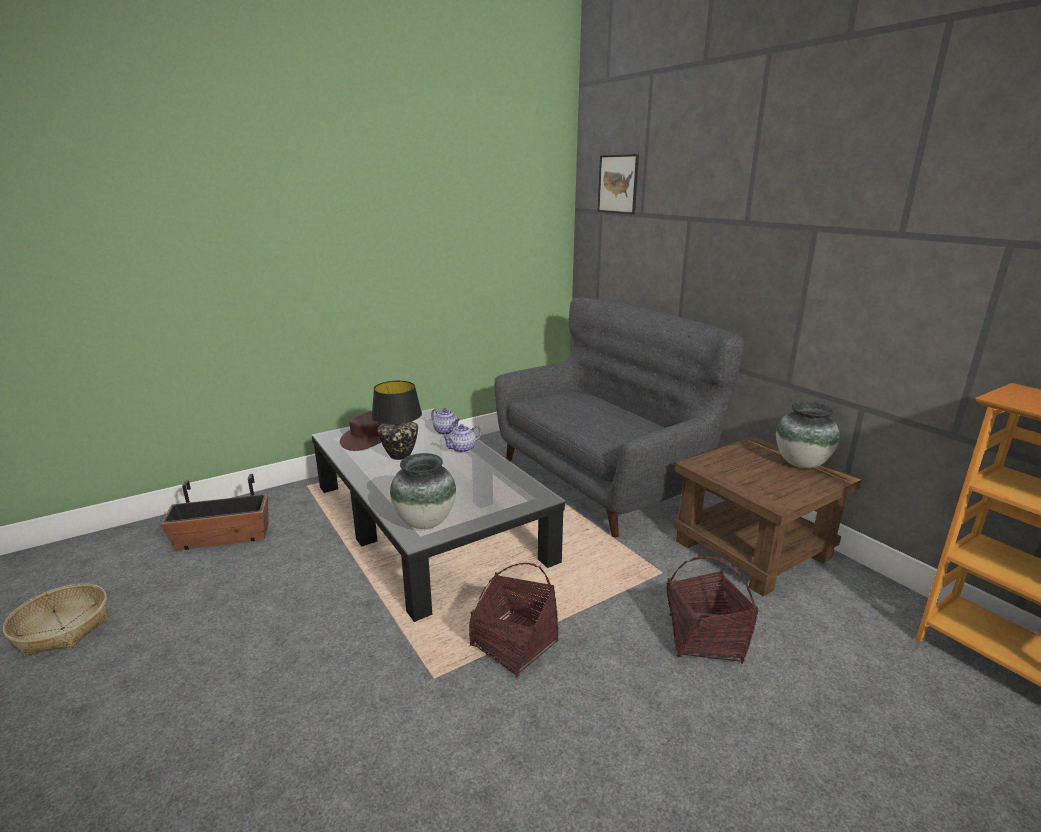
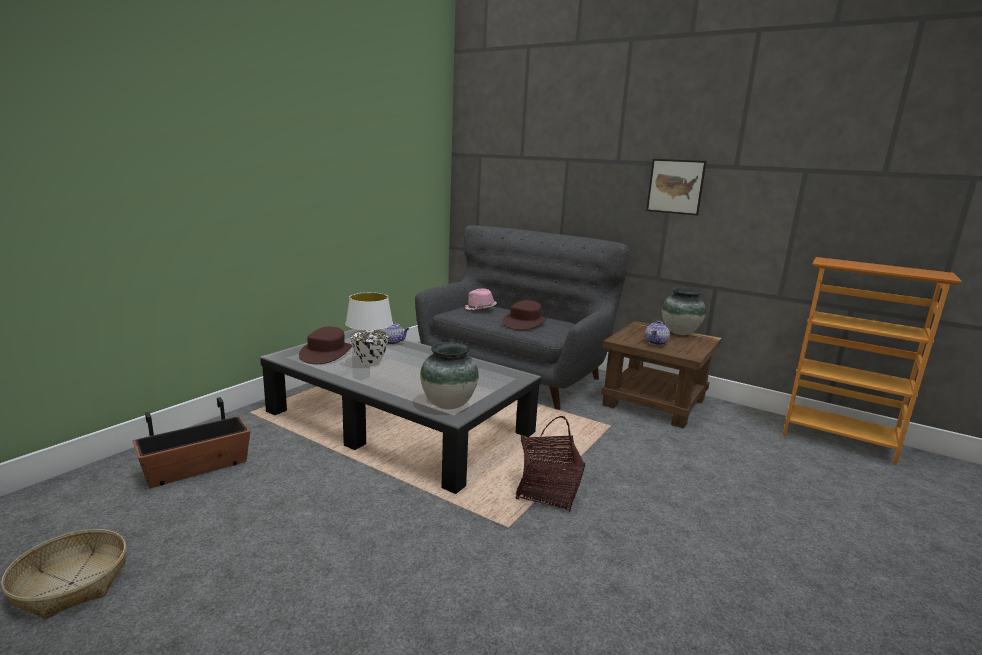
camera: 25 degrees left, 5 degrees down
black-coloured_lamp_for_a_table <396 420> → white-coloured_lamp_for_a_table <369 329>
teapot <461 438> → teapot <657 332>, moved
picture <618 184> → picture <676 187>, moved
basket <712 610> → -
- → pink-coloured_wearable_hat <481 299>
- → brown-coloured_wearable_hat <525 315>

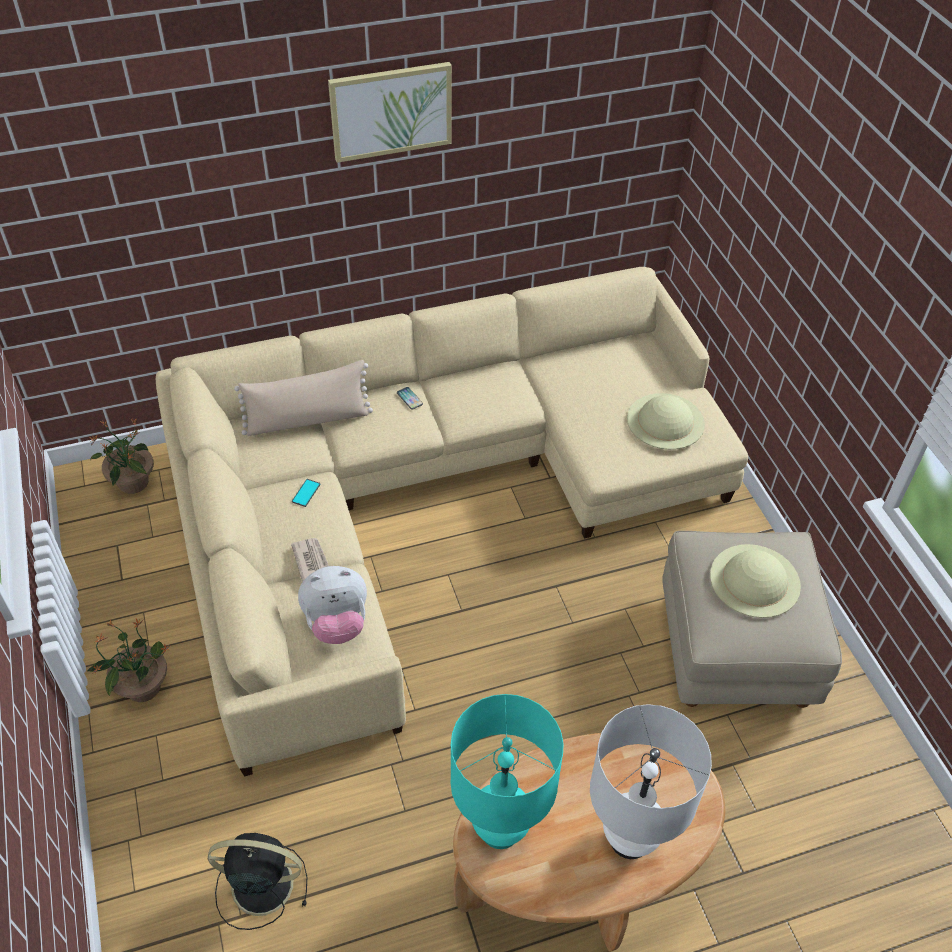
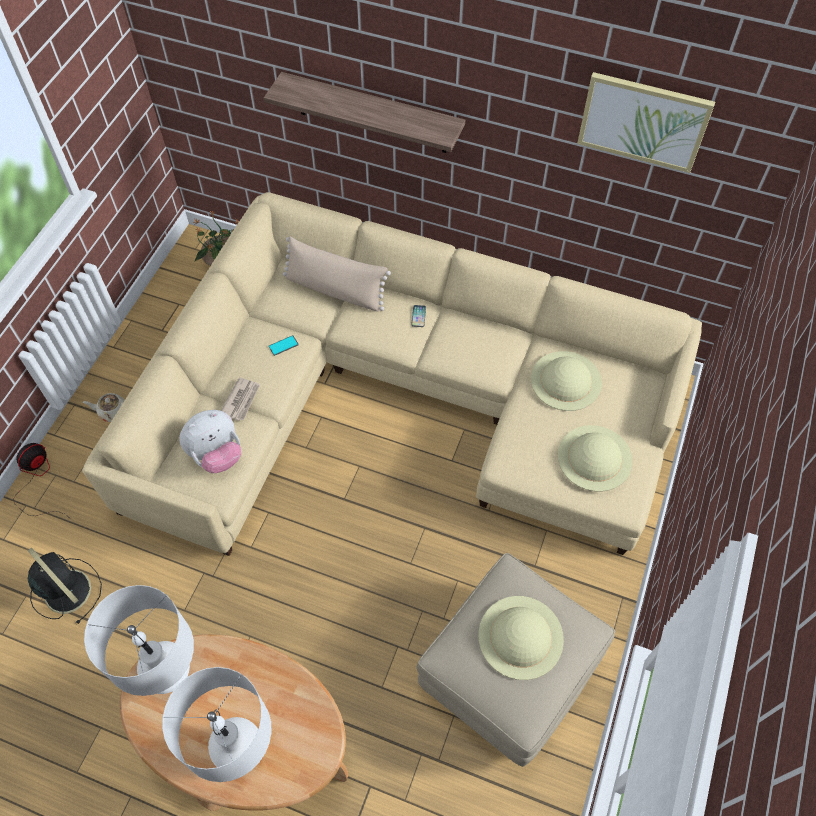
camera: 40 degrees right, 10 degrees up
potted_plant <128 660> → beige-coloured_teapot <104 407>
soft_toy <332 605> → soft_toy <210 441>, 60 degrees counterclockwise
picture <389 112> → picture <646 122>, moved
turquoise-coloured_lamp_for_a_table <507 771> → white-coloured_lamp_for_a_table <139 640>
- → cooling_fan <40 479>
- → shelf <364 112>
- → beige-coloured_wearable_hat <566 381>

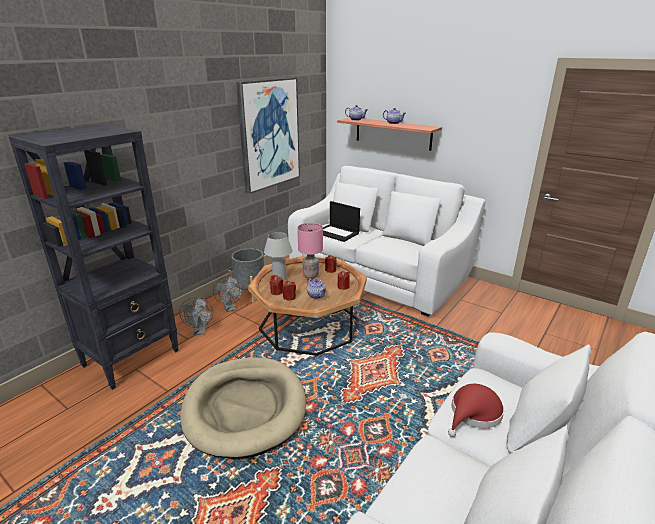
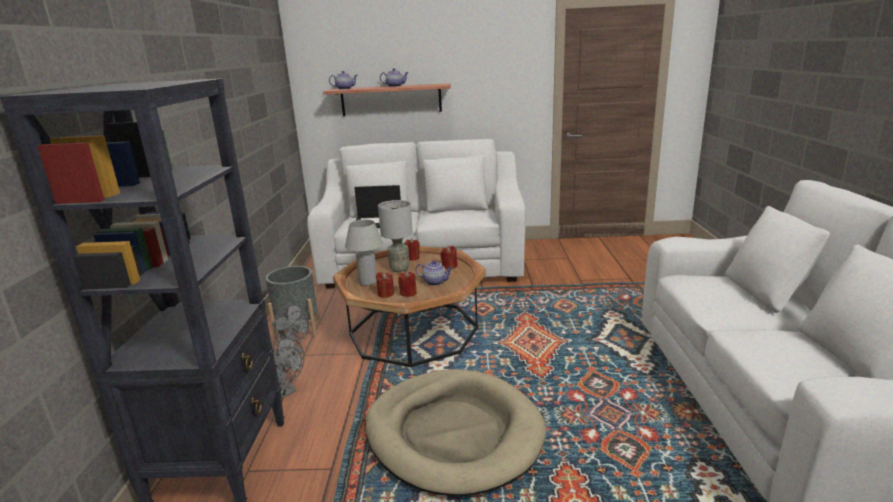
camera: 35 degrees left, 5 degrees down
picture <268 135> → -
pink-coloured_lamp_for_a_table <310 251> → greyish_lamp_for_a_table <395 236>
red_wearable_hat <476 410> → -

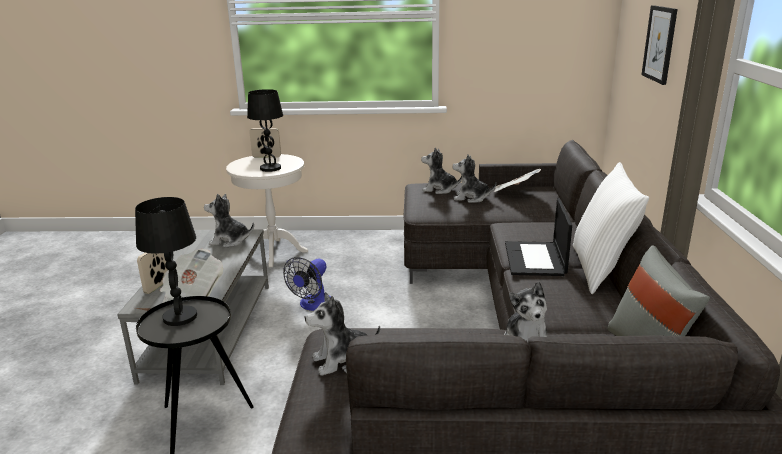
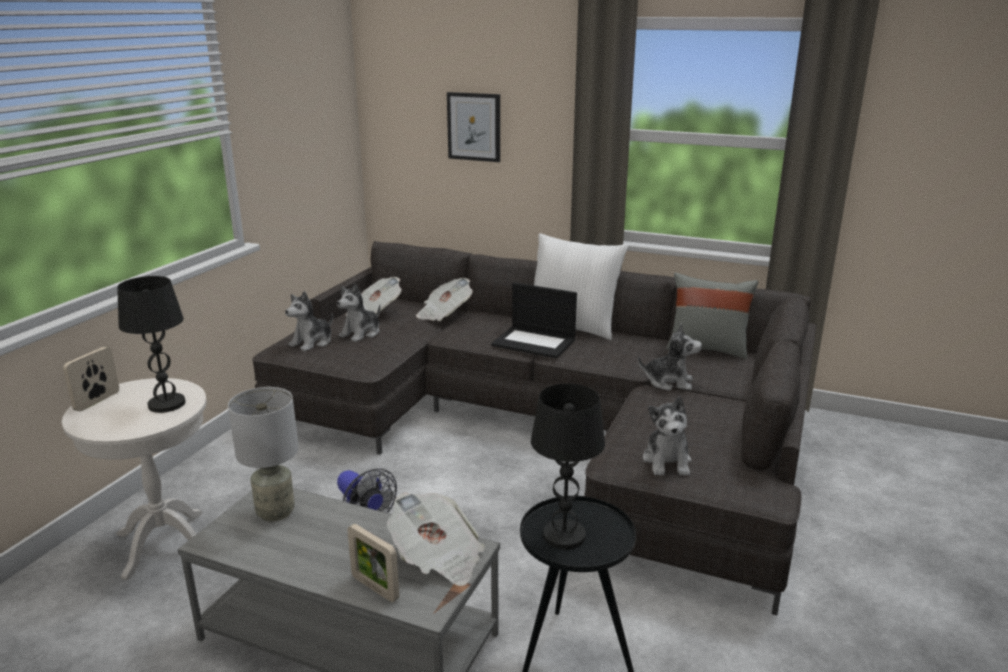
camera: 70 degrees left, 0 degrees up
soft_toy <229 221> → greyish_lamp_for_a_table <263 454>
- → printed_paper <444 299>

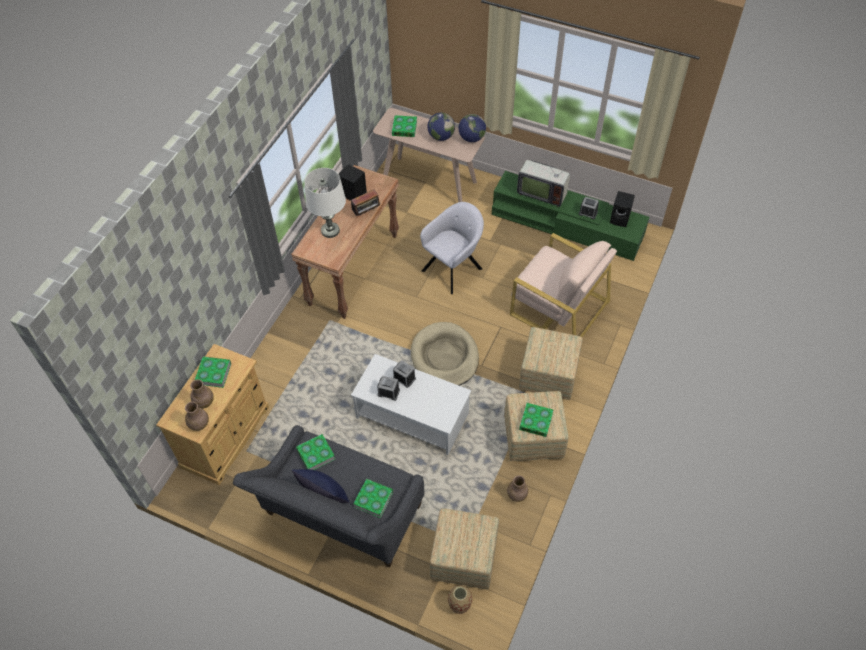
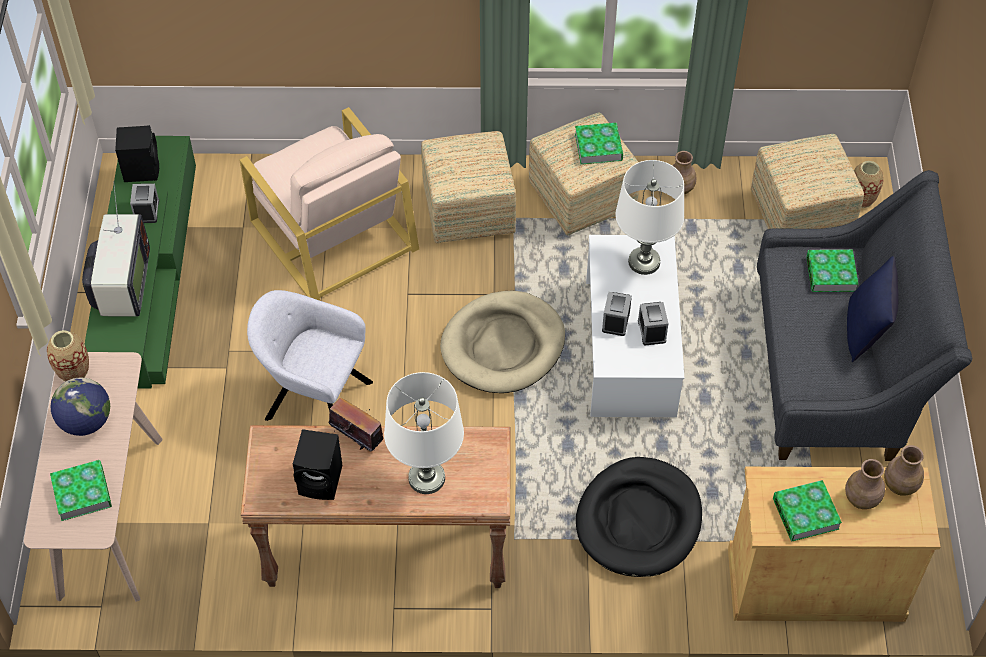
camera: 115 degrees left, 0 degrees up
book <315 452> → -
globe <472 128> → decorative_vase <68 356>
beige-coloured_easy_chair <563 285> → beige-coloured_easy_chair <329 204>, 135 degrees clockwise
- → black-coloured_dog_cushion <639 517>
- → white-coloured_lamp_for_a_table <649 217>

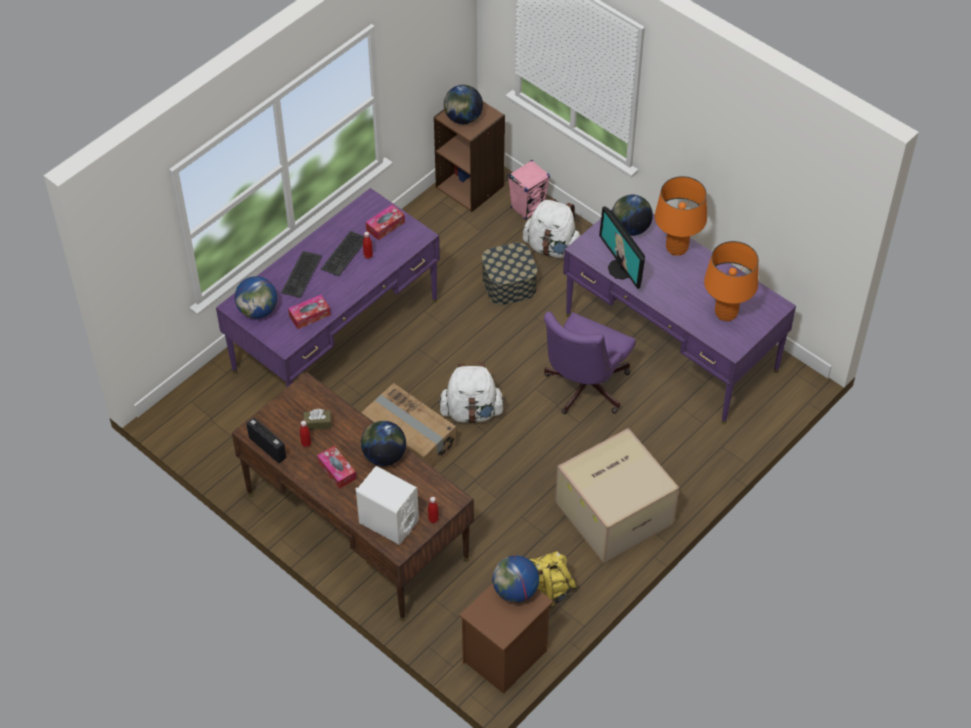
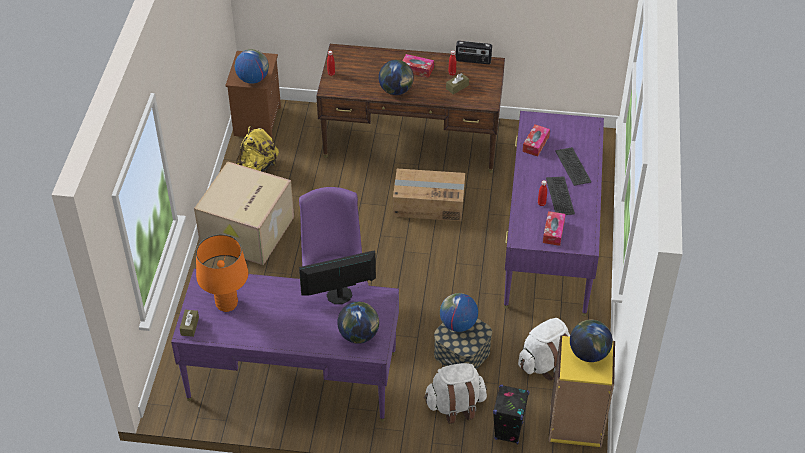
camera: 145 degrees right, 5 degrees down
globe <256 297> → globe <459 312>, moved
white-coloured_loudspeaker <387 505> → -
brown-coloured_bookcase <469 156> → yellow-coloured_bookcase <582 391>
white-coloured_knapsack <472 392> → white-coloured_knapsack <544 349>, moved
pink-coloured_loudspeaker <529 190> → black-coloured_loudspeaker <511 414>
monitor <622 247> → monitor <337 277>, 45 degrees counterclockwise
orange_lamp_for_a_table <681 216> → -
- → brown-coloured_box_of_tissues <189 323>

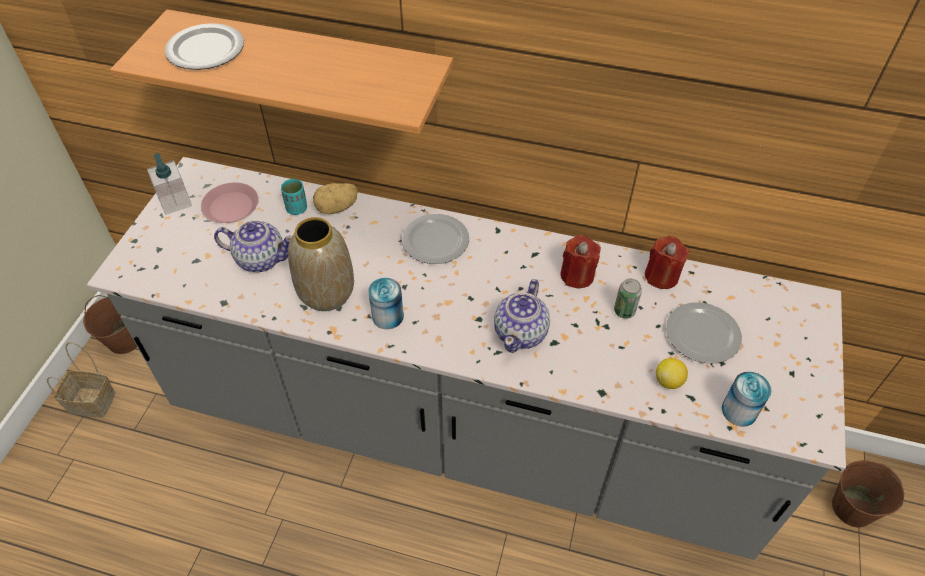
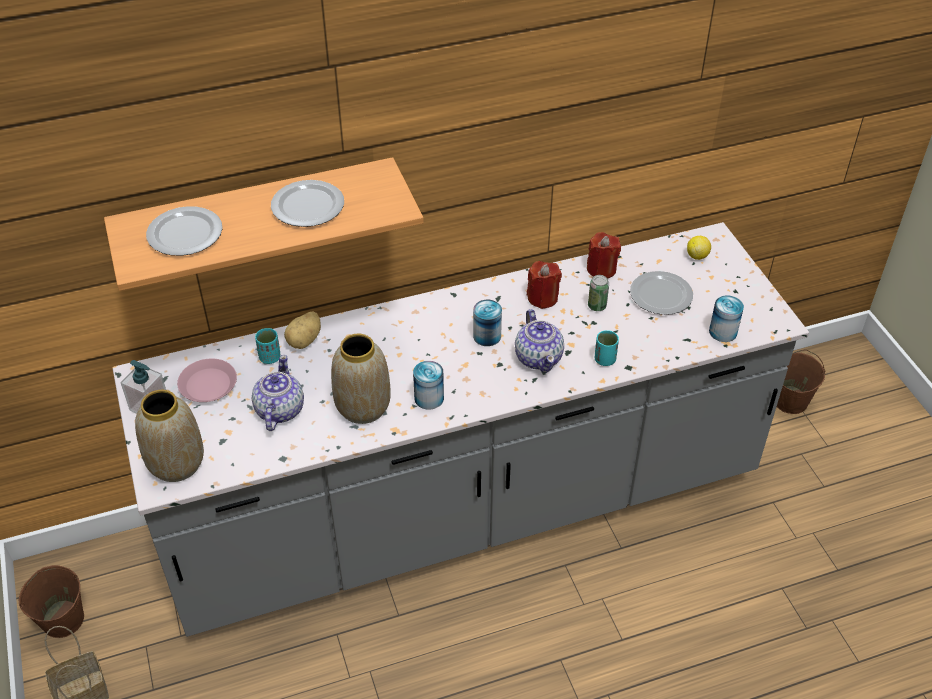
camera: 35 degrees left, 5 degrees down
teapot <253 246> → teapot <278 393>, 60 degrees counterclockwise
plate <435 239> → plate <307 203>, moved
whole_lemon <672 373> → whole_lemon <699 248>, moved
- → decorative_vase <169 436>
- → can <487 323>
- → turquoise-coloured_drinking_cup <607 348>

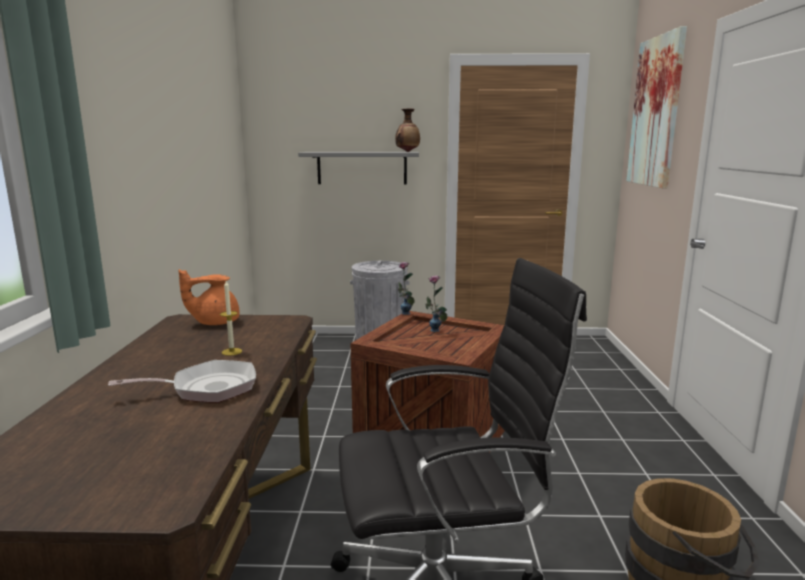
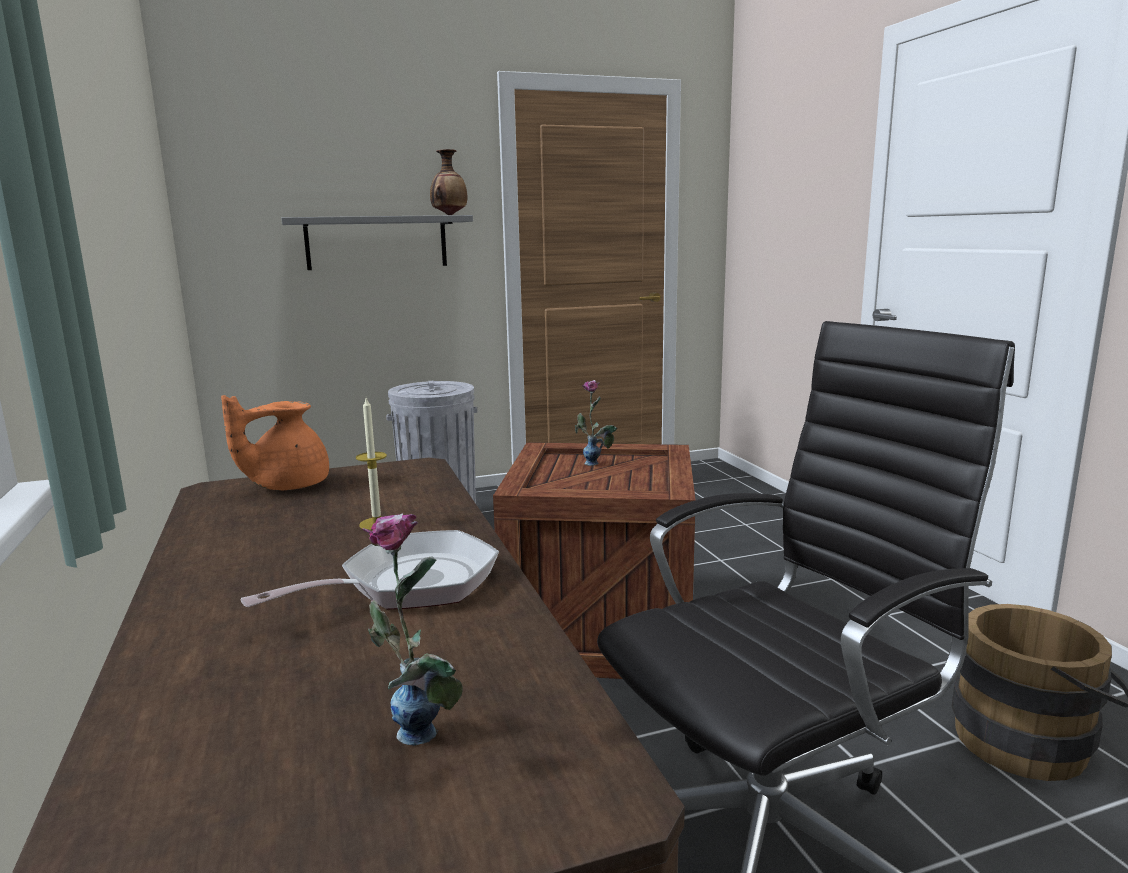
camera: 20 degrees left, 0 degrees up
decorative_vase <406 288> → decorative_vase <412 630>, moved
picture <657 107> → -

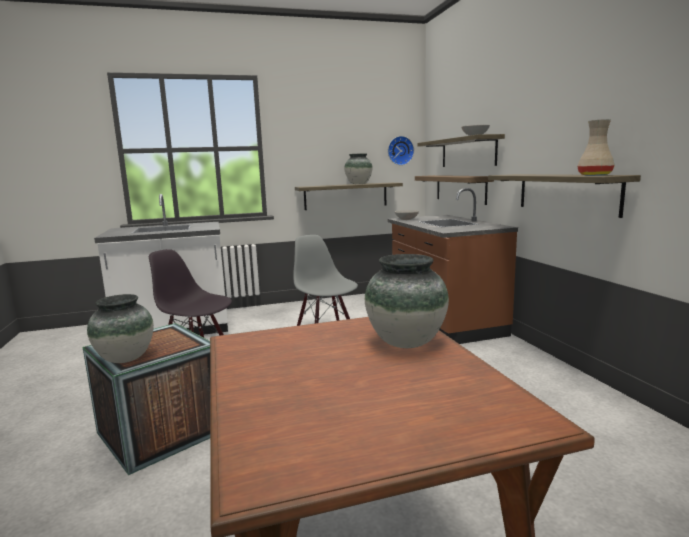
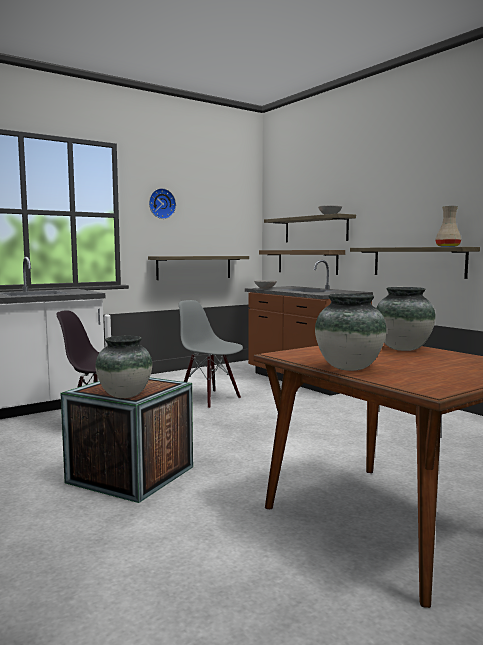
camera: 20 degrees left, 5 degrees down
decorative_vase <358 168> → decorative_vase <350 332>, moved
hanging_clock <401 150> → hanging_clock <162 203>, moved

